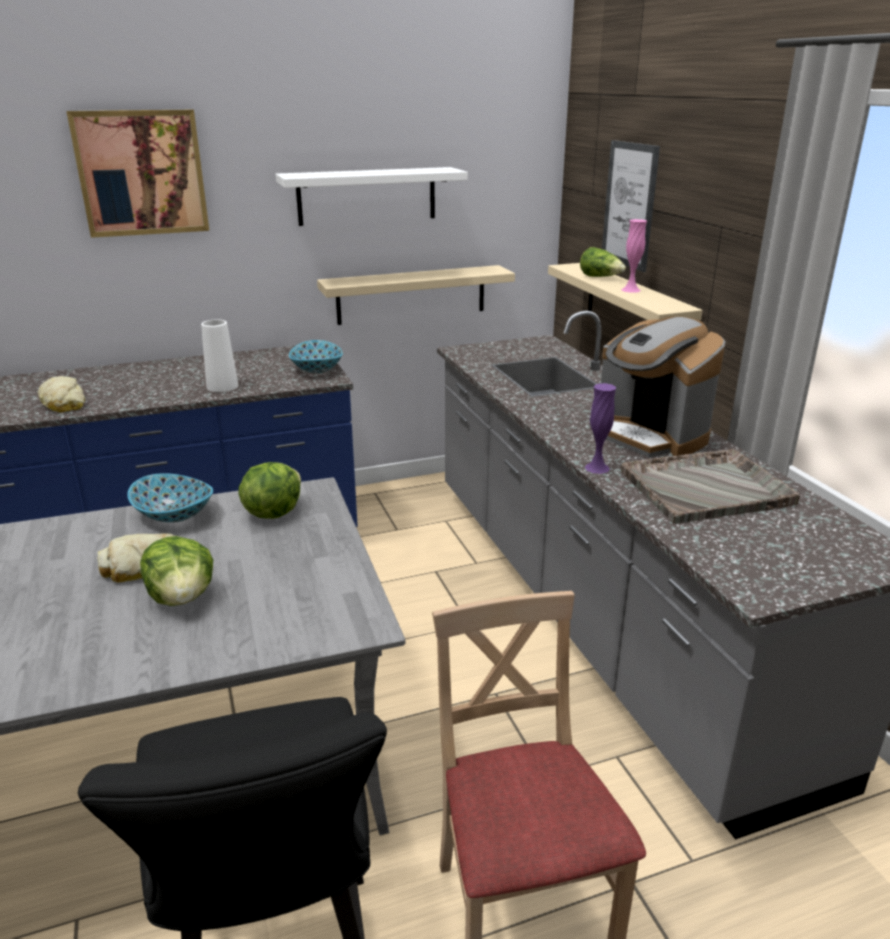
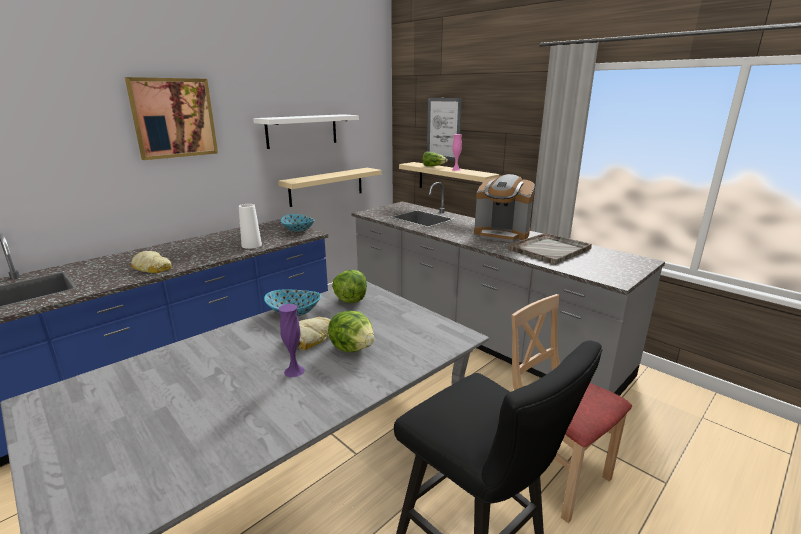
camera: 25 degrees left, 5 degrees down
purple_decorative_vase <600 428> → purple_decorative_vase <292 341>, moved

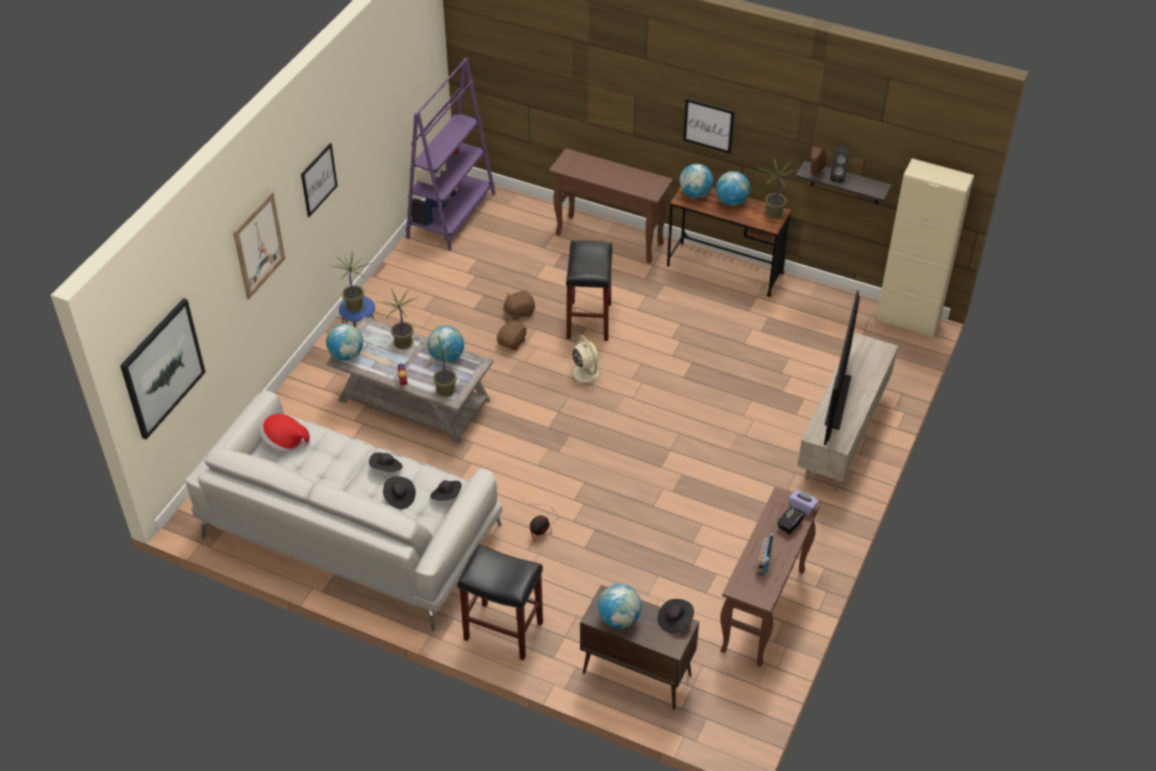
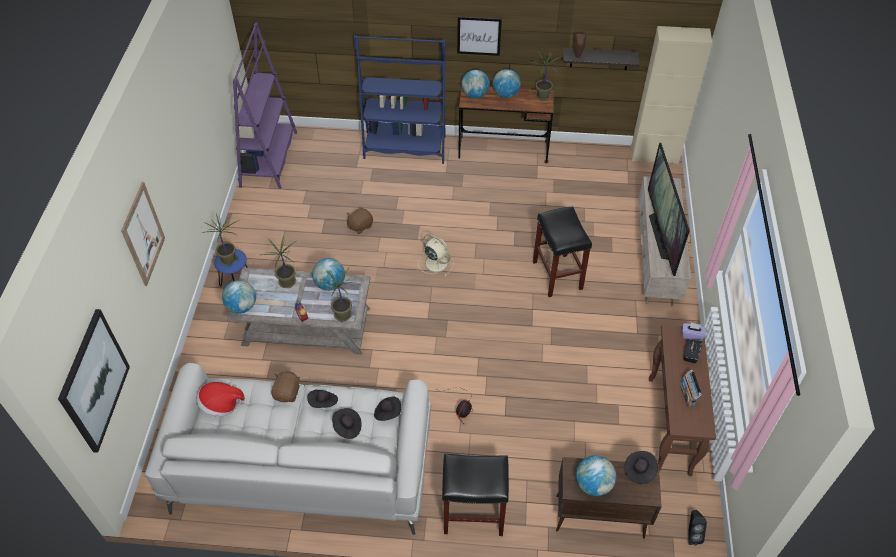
camera: 20 degrees left, 5 degrees up
picture <319 180> → -
brown-coloured_soft_toy <512 335> → brown-coloured_soft_toy <286 386>, moved
brown-coloured_hall_table <611 205> → blue-coloured_bookcase <400 99>
black-coloured_stool <589 290> → black-coloured_stool <562 251>, moved
black-coloured_loudspeaker <839 164> → black-coloured_loudspeaker <697 528>, moved

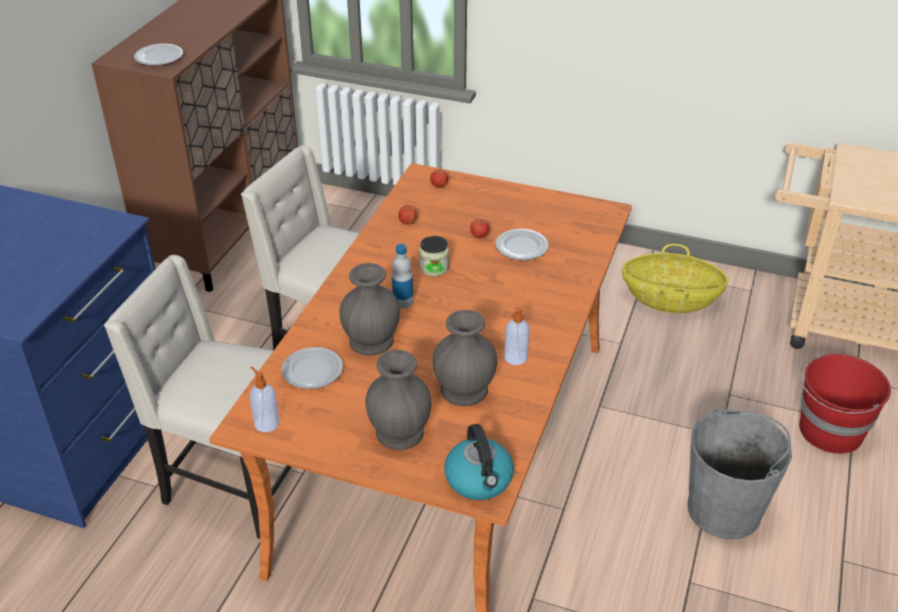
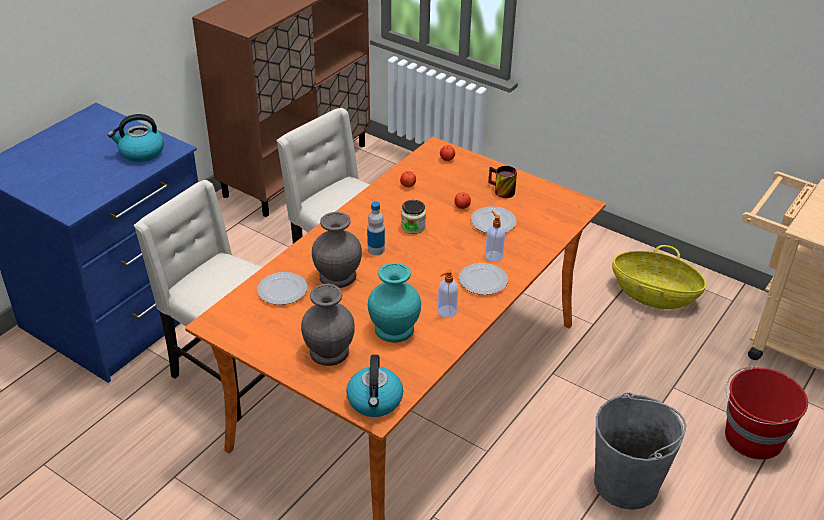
camera: 15 degrees right, 0 degrees up
plate <158 55> → plate <483 279>, moved
soap_bottle <264 399> → soap_bottle <495 236>, moved
greyish_decorative_vase <465 358> → turquoise-coloured_decorative_vase <394 302>
- → water_kettle <136 138>
- → mug <502 182>

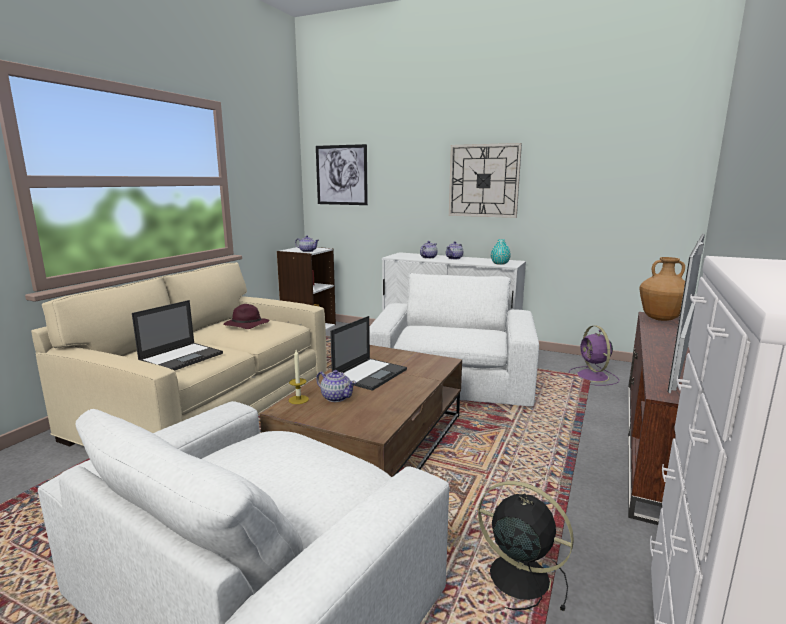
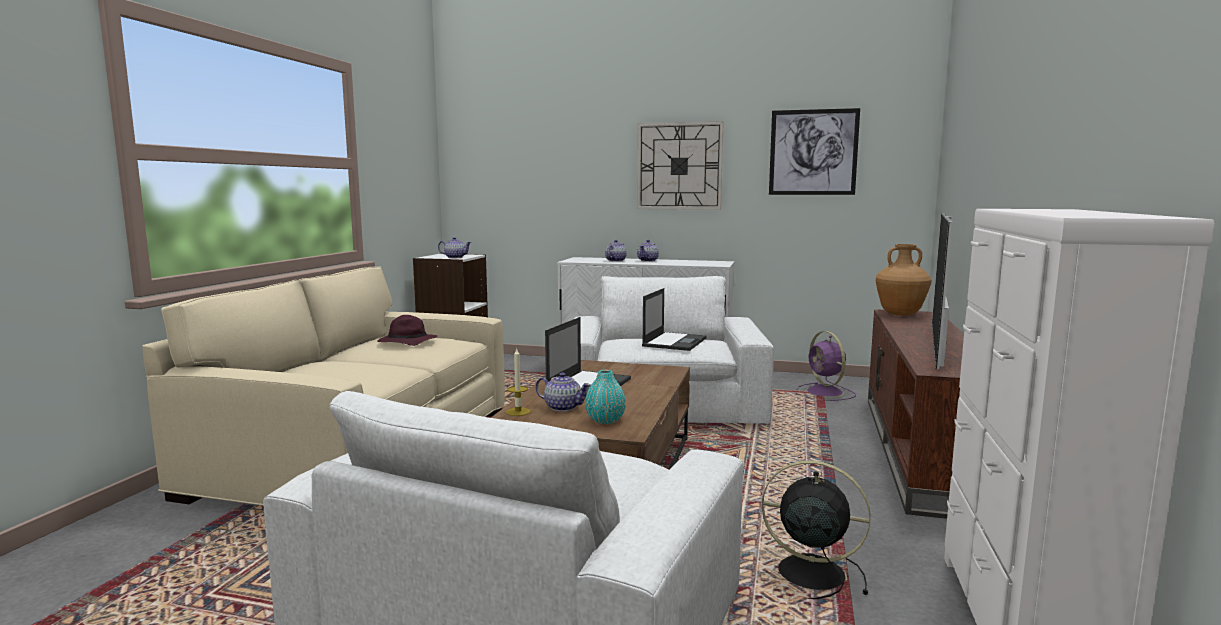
camera: 10 degrees left, 5 degrees down
portable_computer <177 335> → portable_computer <674 319>, moved
picture <342 174> → picture <814 151>, moved
turquoise-coloured_decorative_vase <501 252> → turquoise-coloured_decorative_vase <605 397>, moved

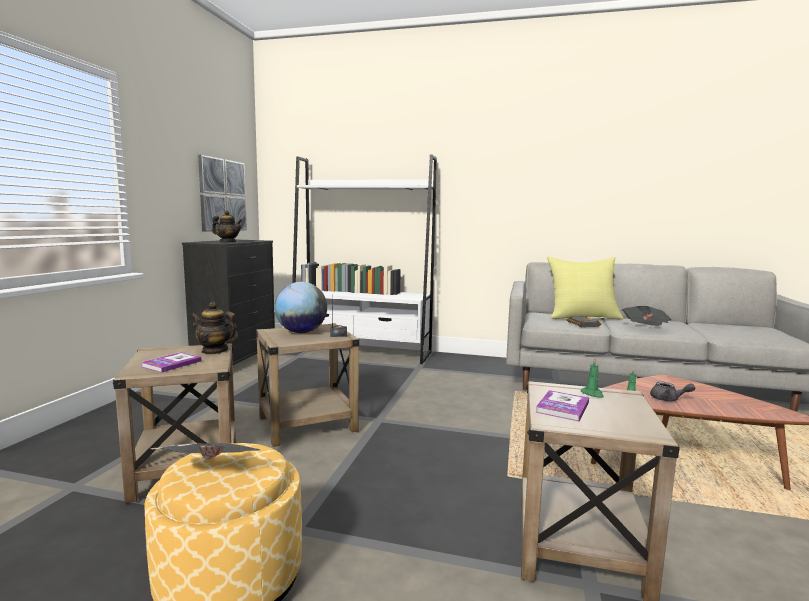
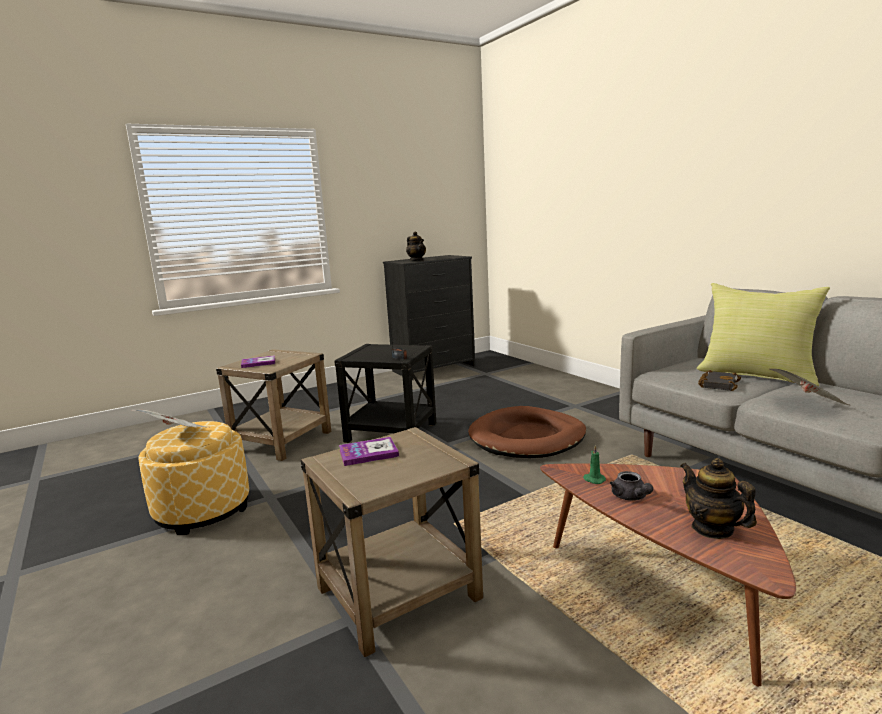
camera: 45 degrees right, 5 degrees up
teapot <214 328> → teapot <719 498>, moved
picture <222 193> → -
beige-coloured_end_table <307 385> → black-coloured_end_table <385 393>
globe <301 307> → -
white-coloured_bookcase <364 259> → -
greenish_candle <592 378> → -
- → brown-coloured_dog_cushion <527 432>

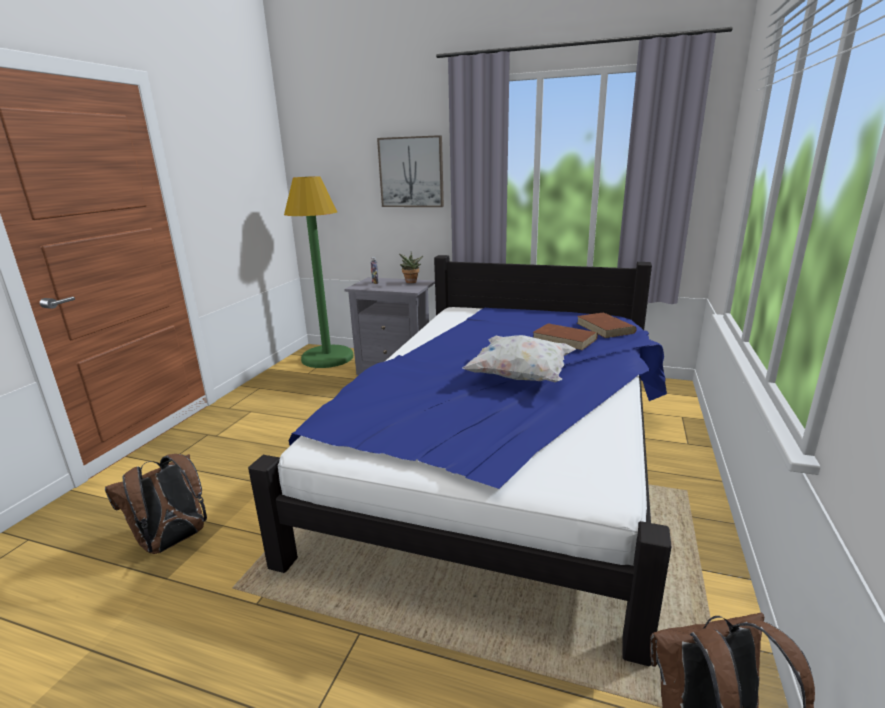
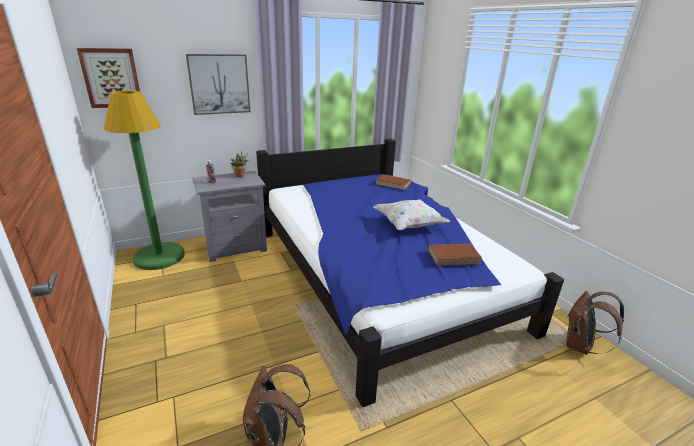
camera: 45 degrees left, 5 degrees up
brown-coloured_book <565 336> → brown-coloured_book <455 255>, moved
- → picture <108 78>

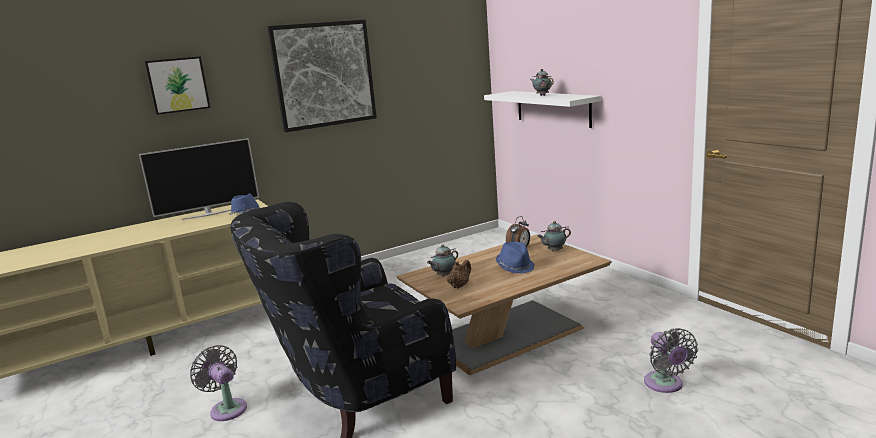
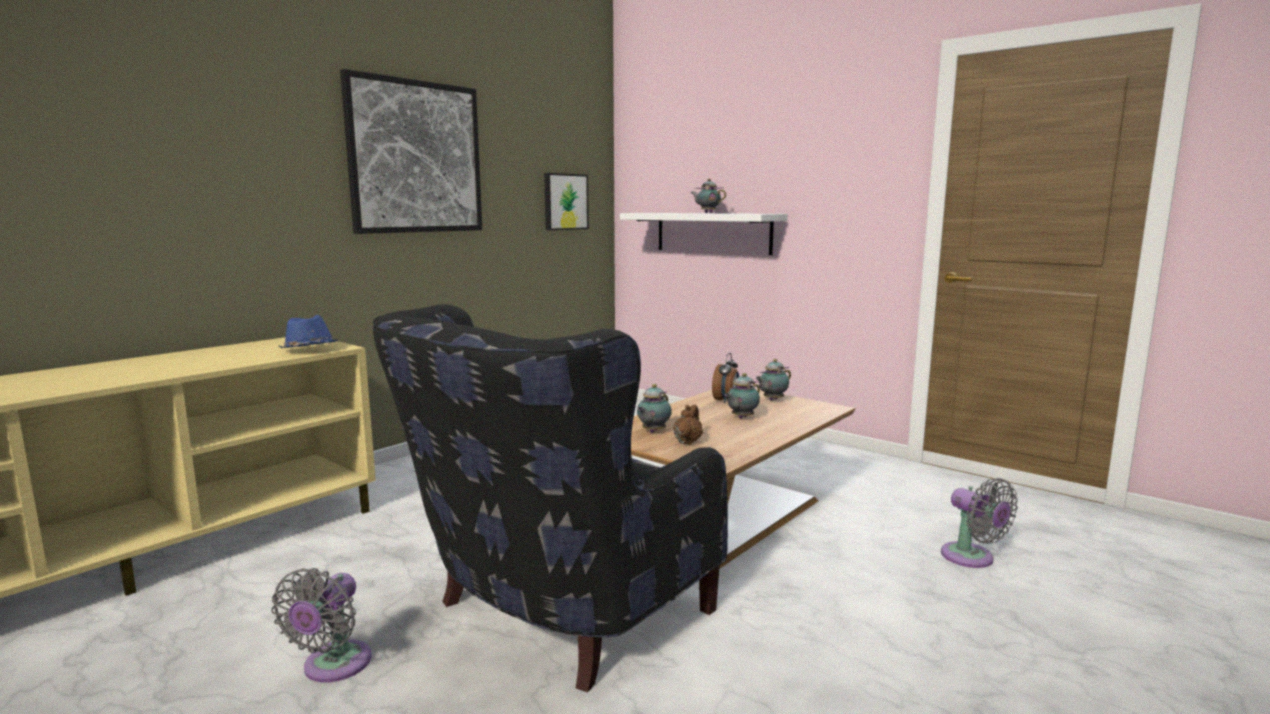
camera: 20 degrees left, 5 degrees down
TV <199 179> → -
picture <177 85> → picture <566 201>, moved
greyish_cooling_fan <218 383> → greyish_cooling_fan <321 625>, 105 degrees counterclockwise
blue-coloured_wearable_hat <515 257> → teapot <742 395>

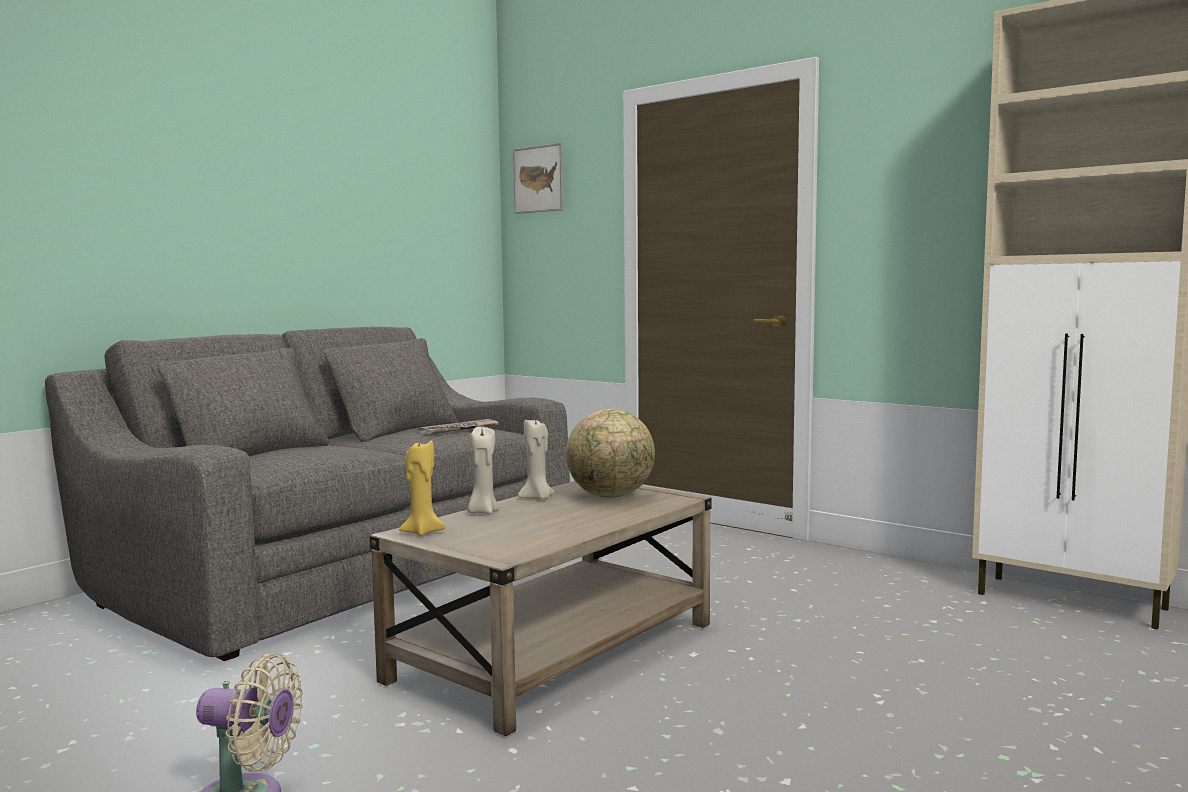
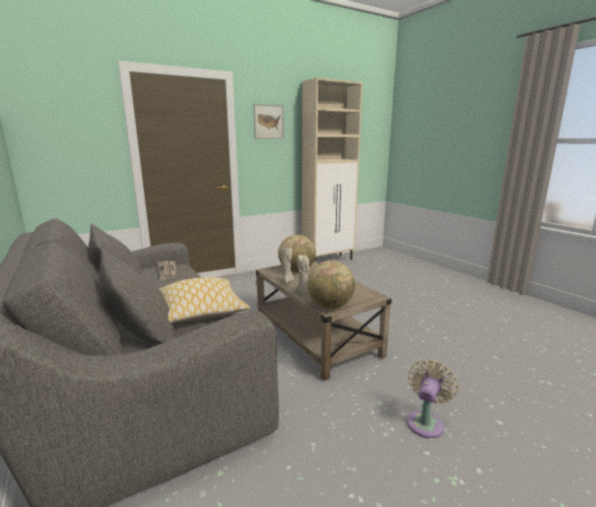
camera: 70 degrees left, 10 degrees up
yellow-coloured_candle <422 488> → globe <331 284>
picture <538 178> → picture <268 121>, moved
- → pillow <204 300>

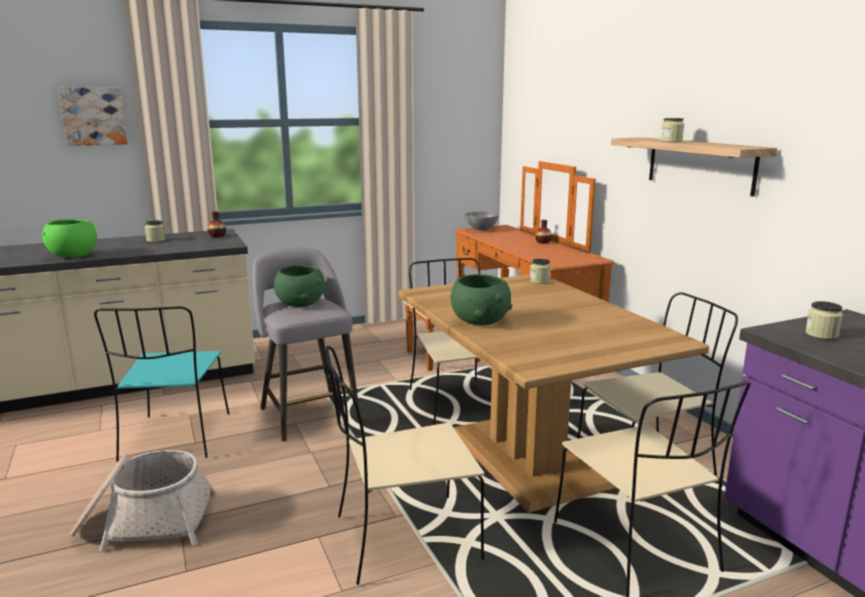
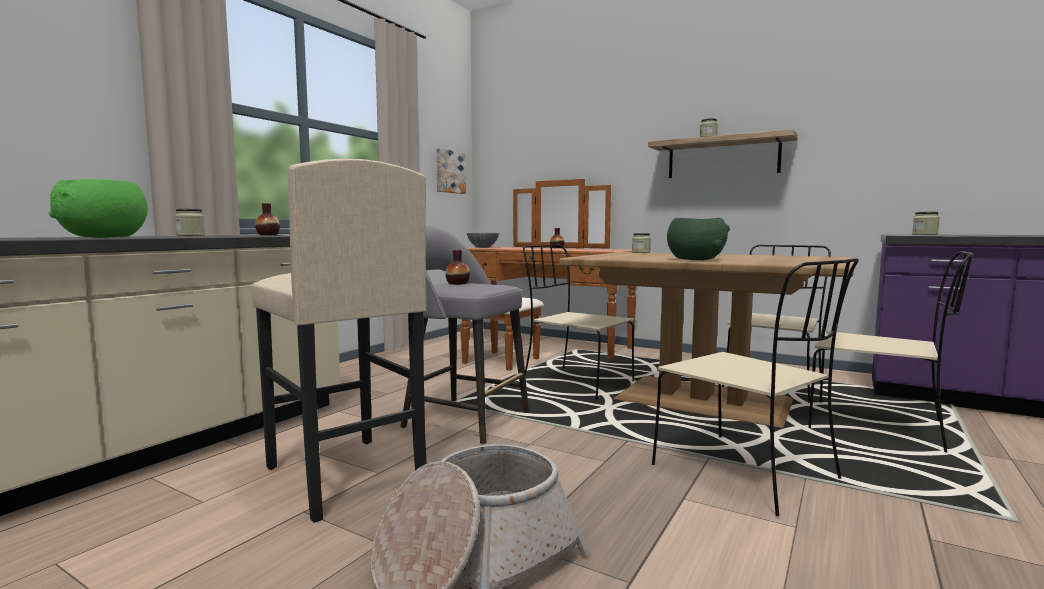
camera: 35 degrees left, 10 degrees down
picture <92 117> → picture <451 171>, moved
turquoise-coloured_upright_chair <161 384> → beige-coloured_stool <339 341>
greenish_deep_dish <300 286> → decorative_vase <457 267>
beige-coloured_upright_chair <405 465> → beige-coloured_upright_chair <755 387>, 75 degrees counterclockwise

